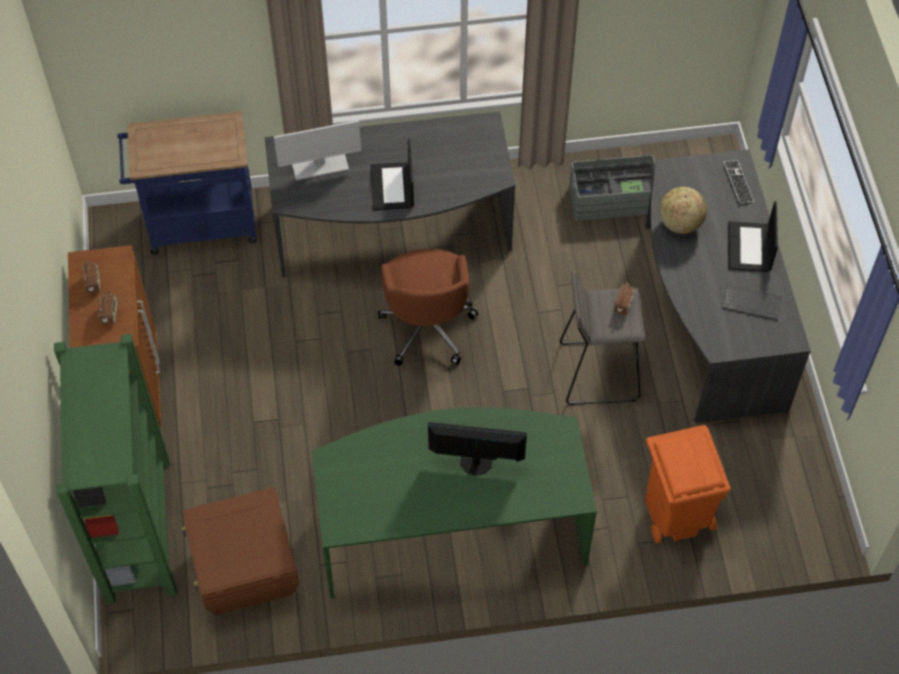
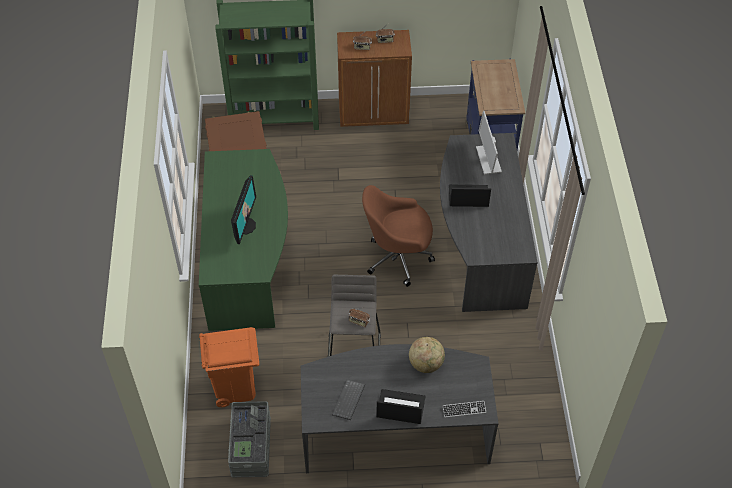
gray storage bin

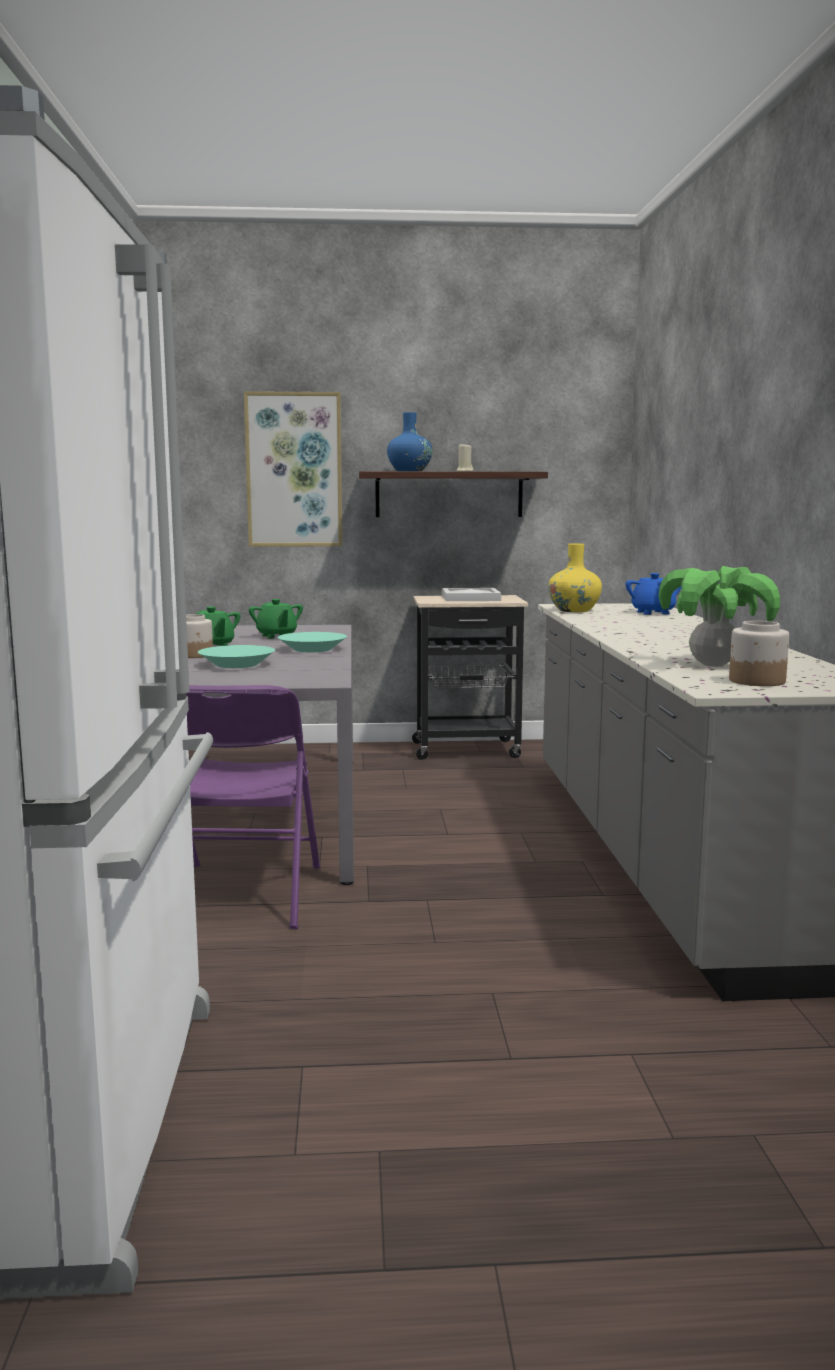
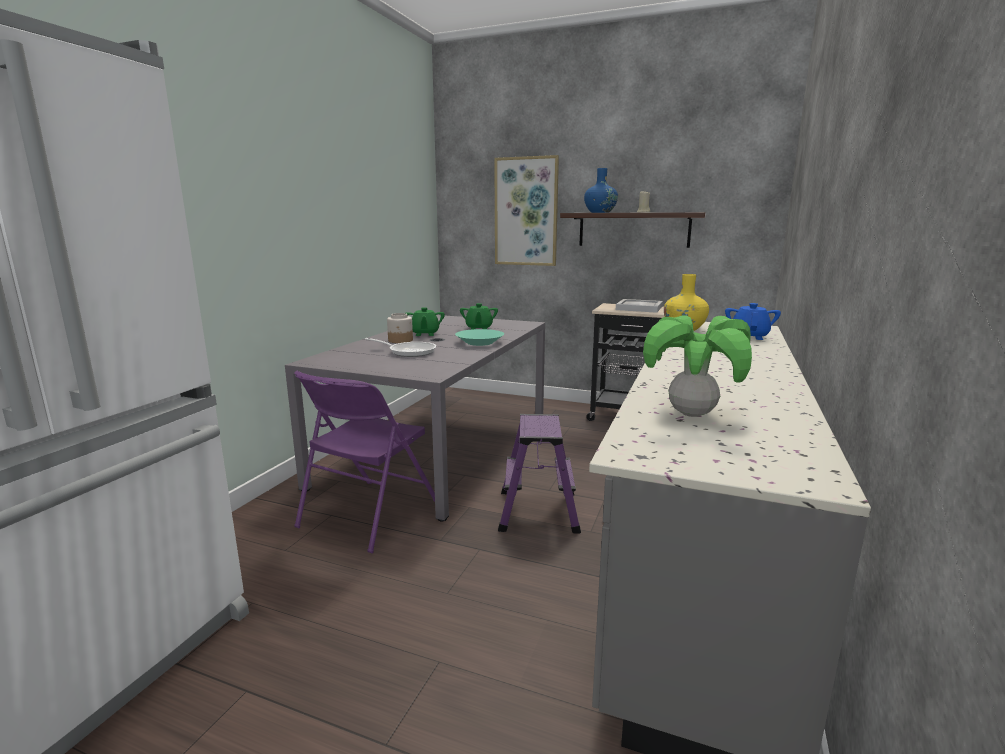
skillet
storage jar (2nd from left in the first image)
purple stepladder

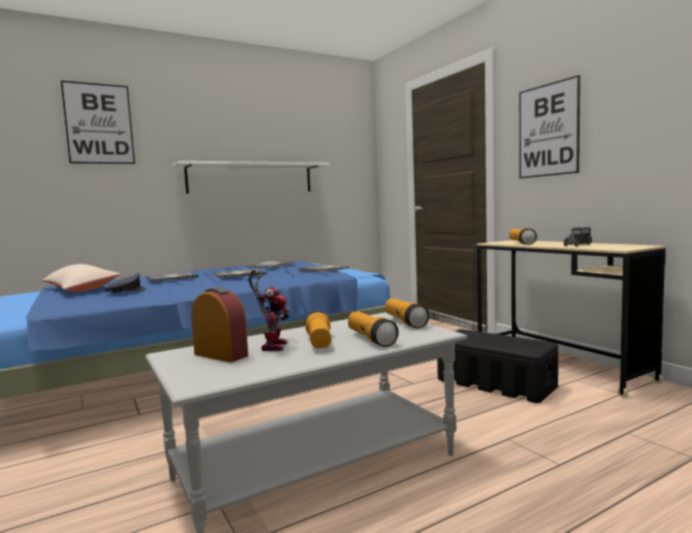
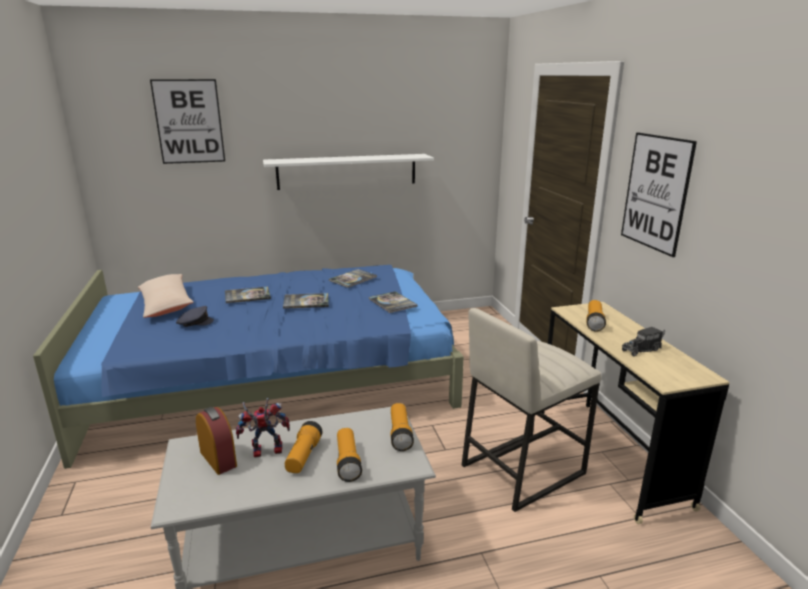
robot figure
beige stool

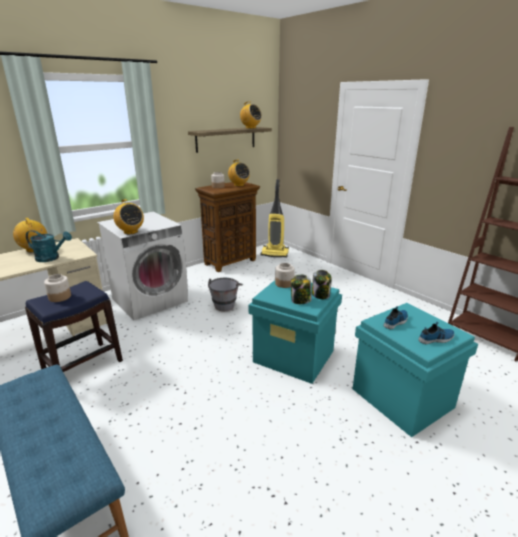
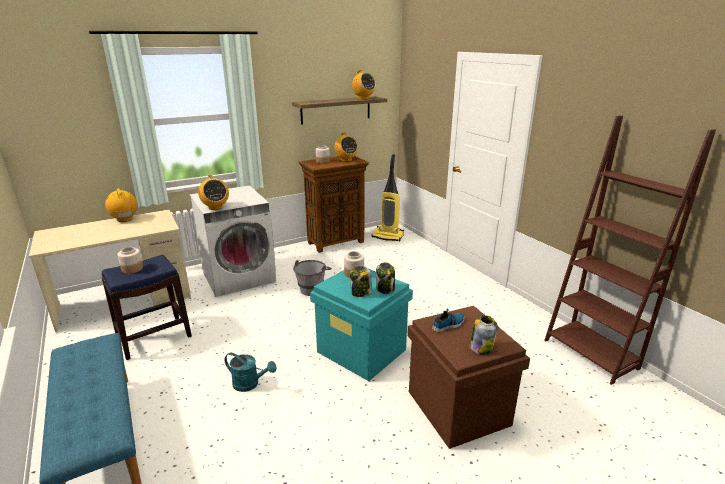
turquoise watering pot
brown storage bin
storage jar (6th from left)

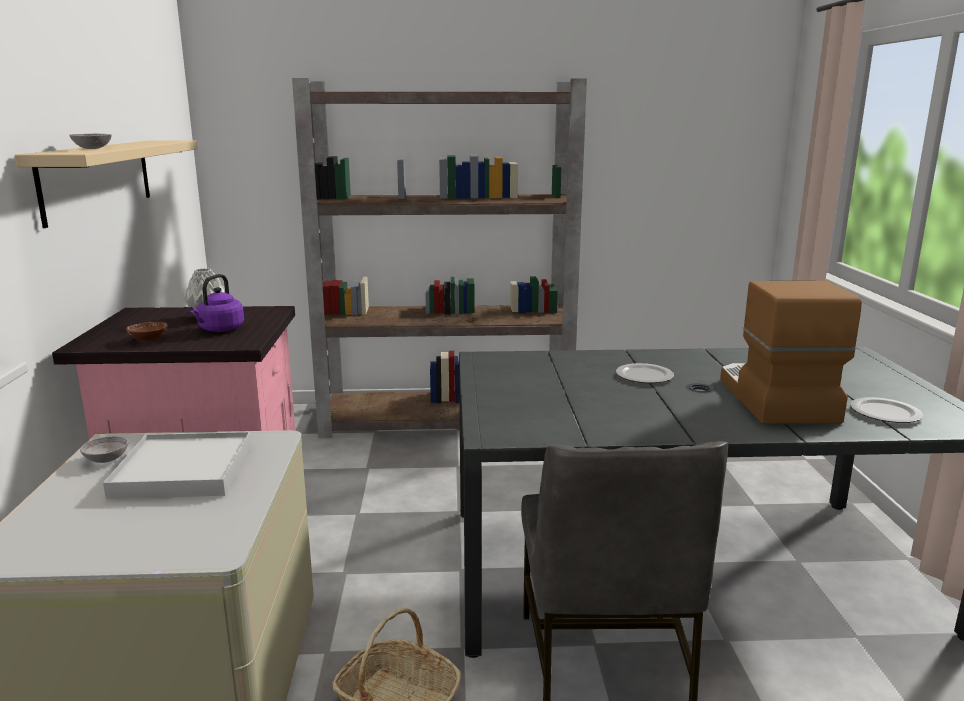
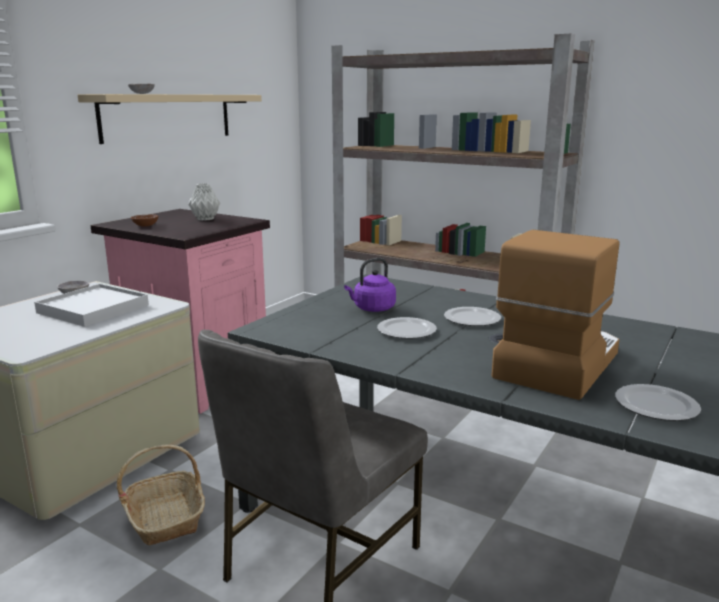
purple tea kettle
dinner plate (1st from left)

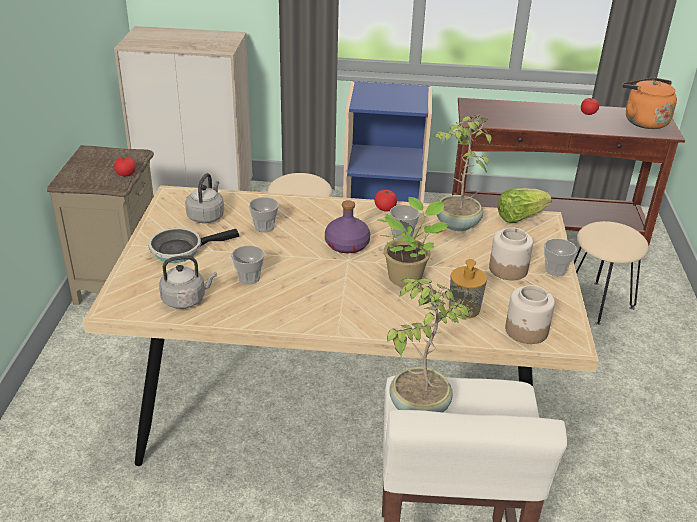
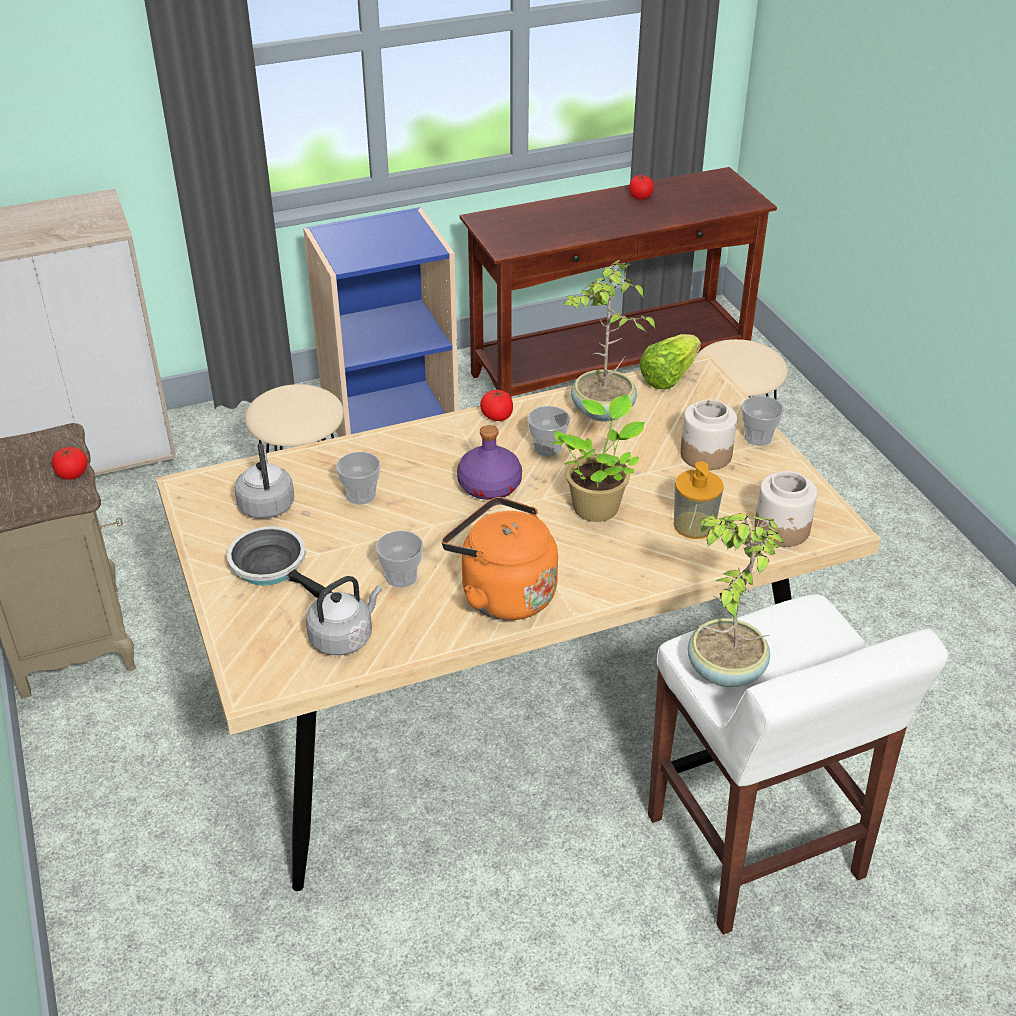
skillet
orange-coloured tea kettle

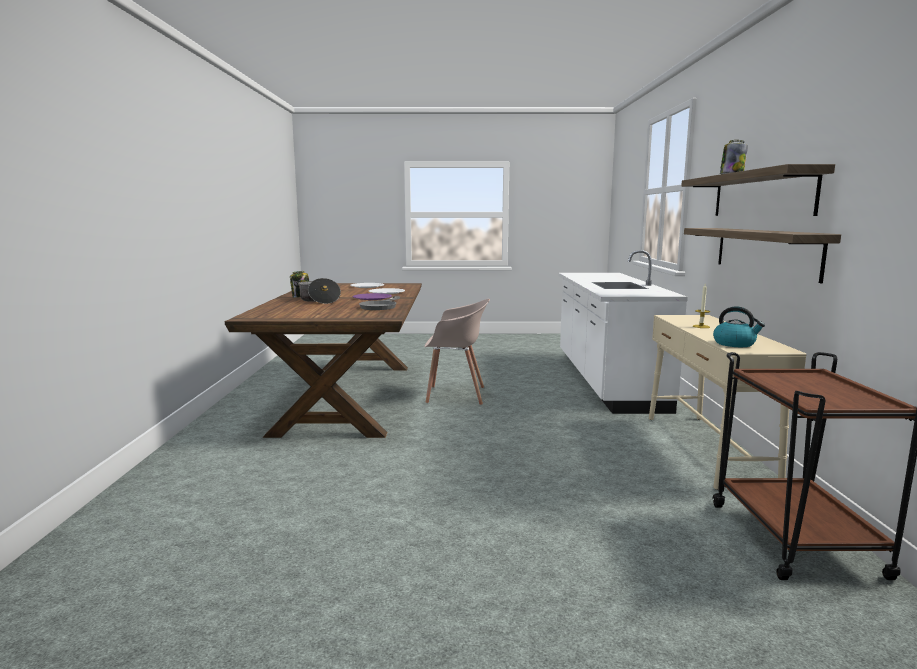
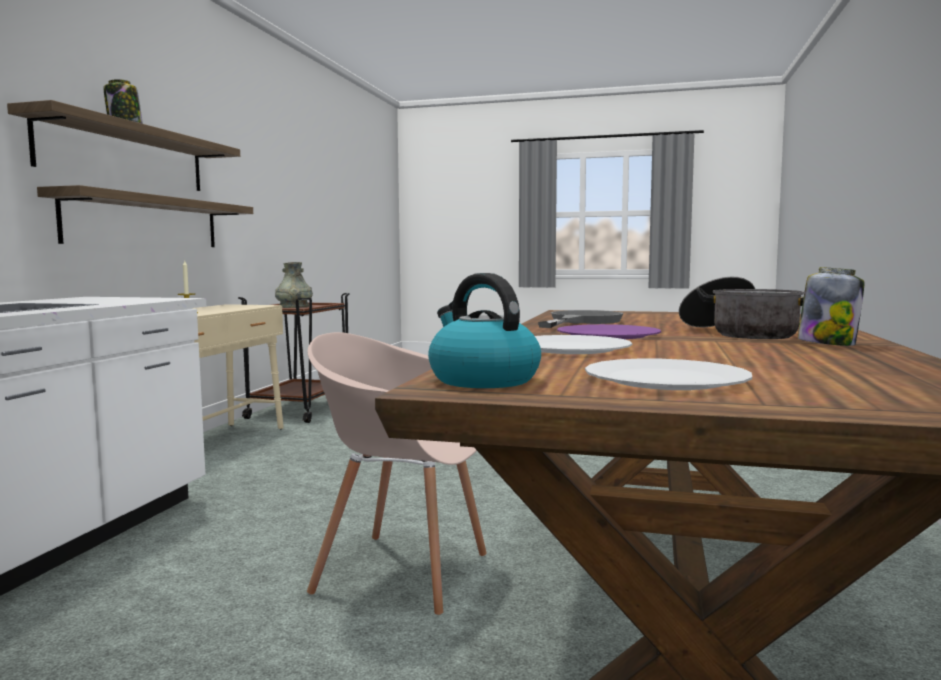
tea kettle
gray flower vase

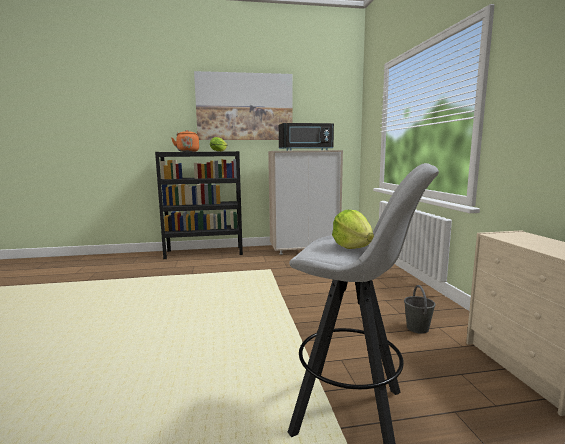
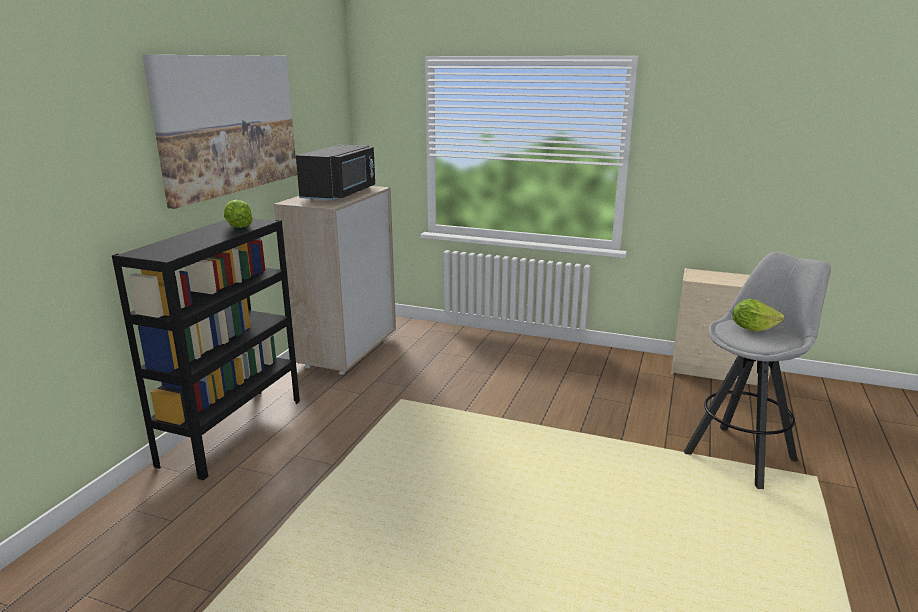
orange-coloured tea kettle
gray water bucket

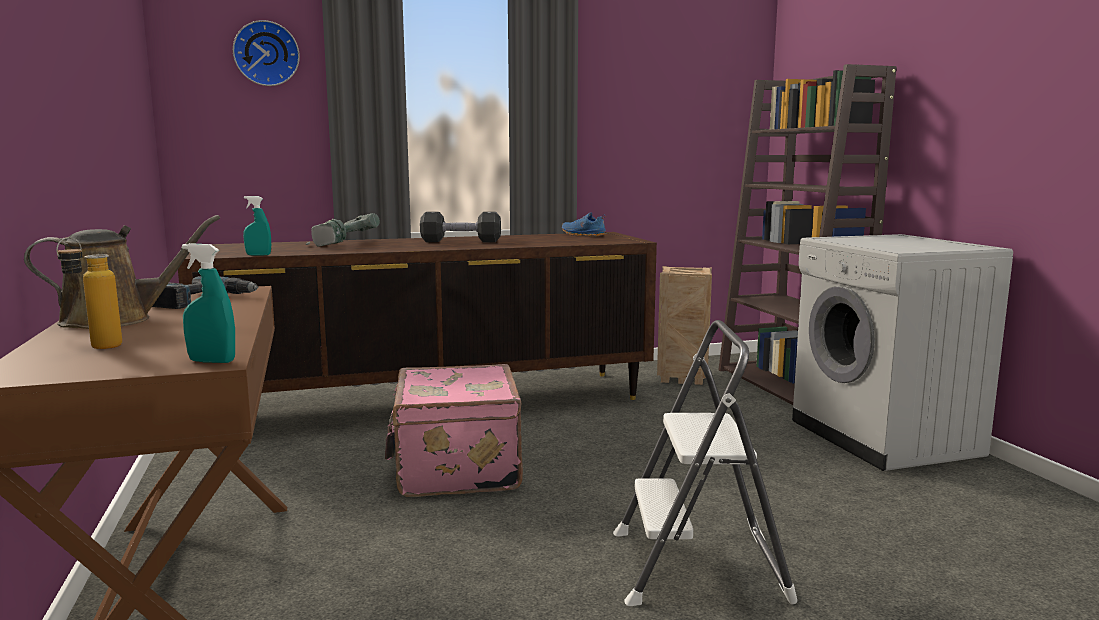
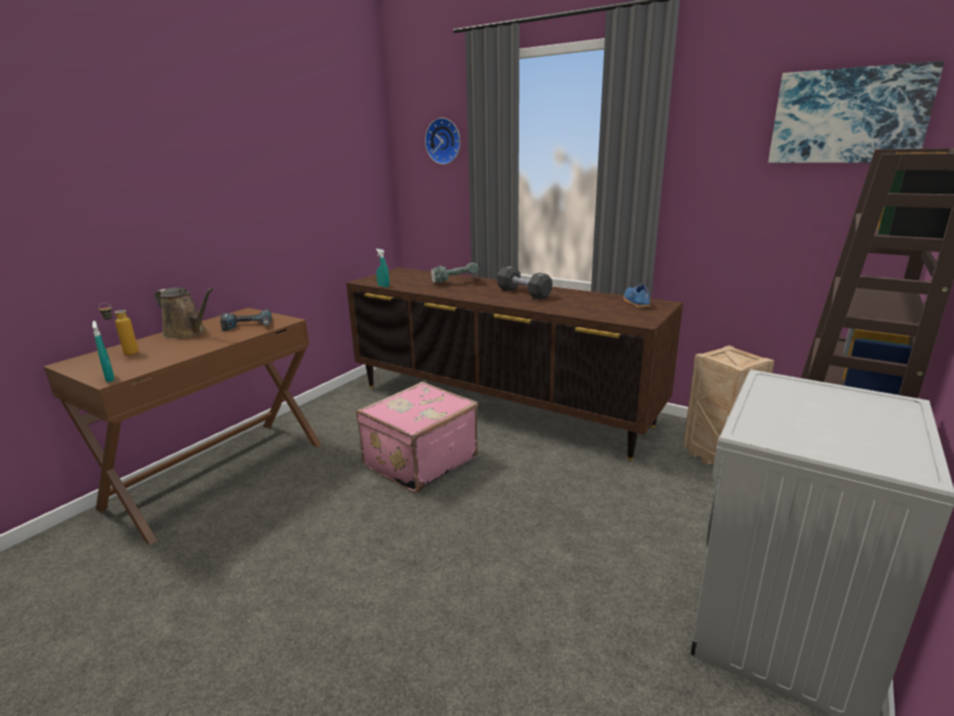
white stepladder
wall art

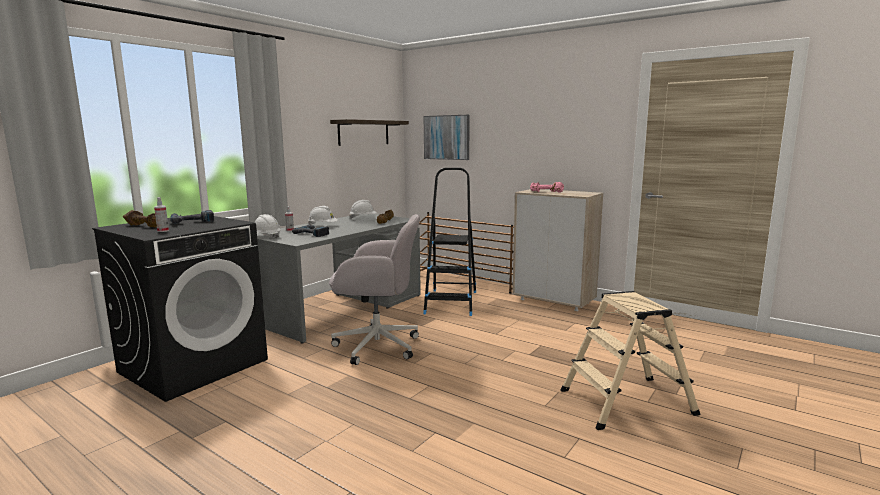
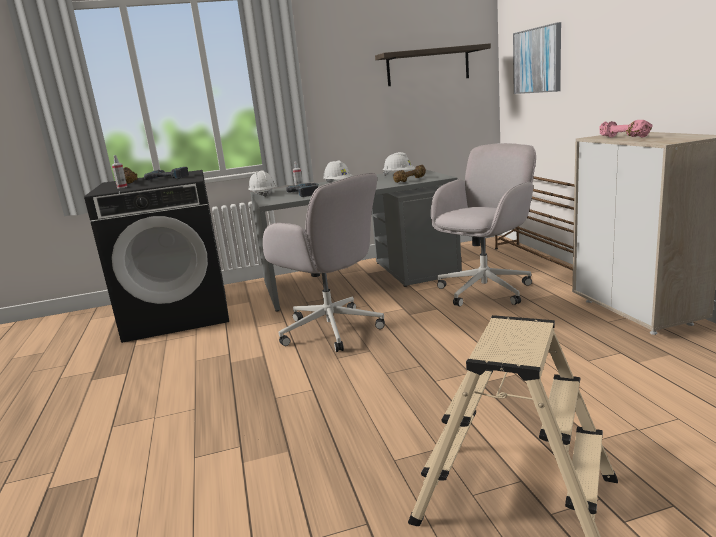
gray office chair (2nd from left)

